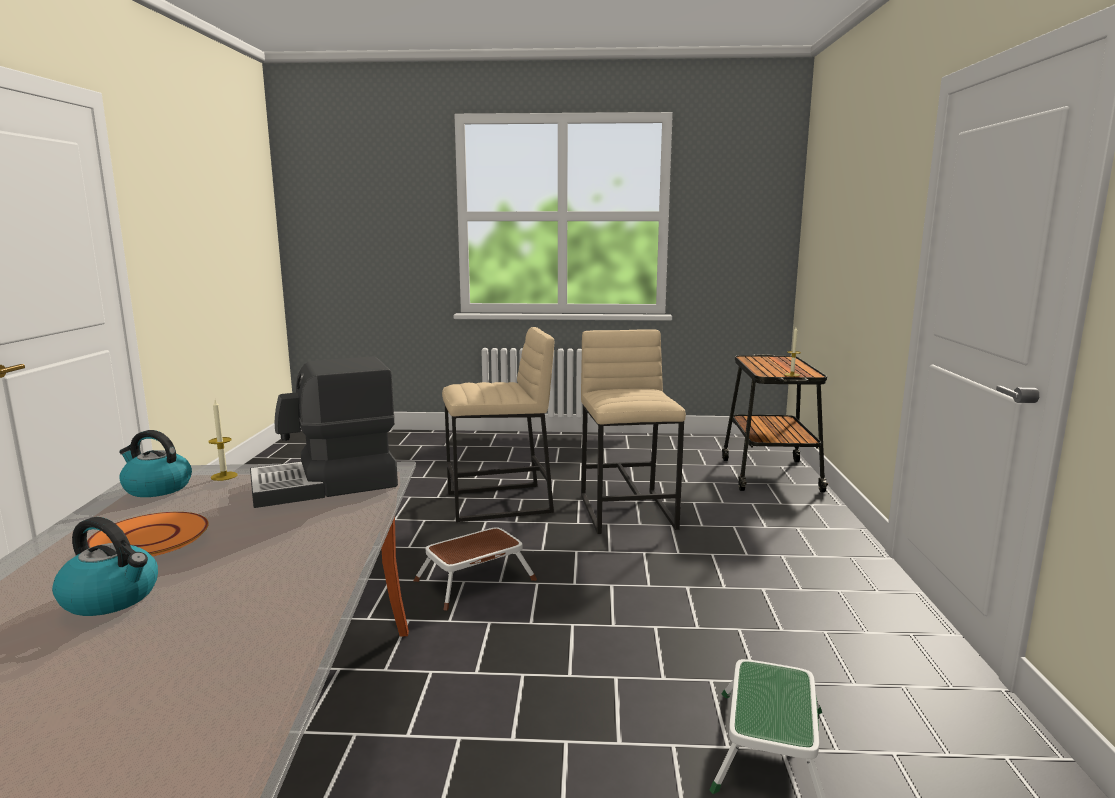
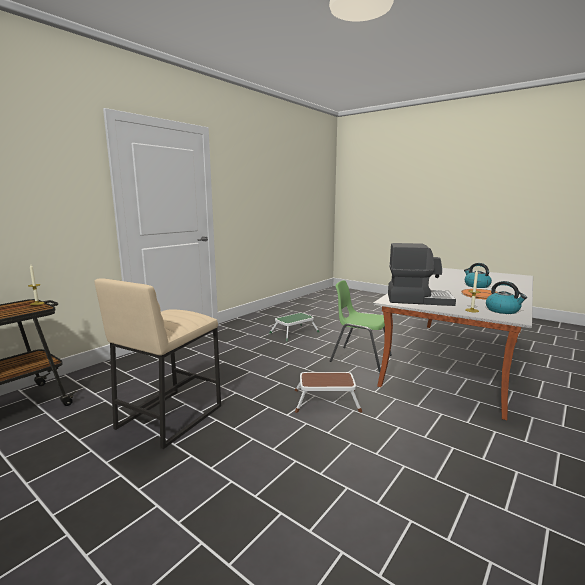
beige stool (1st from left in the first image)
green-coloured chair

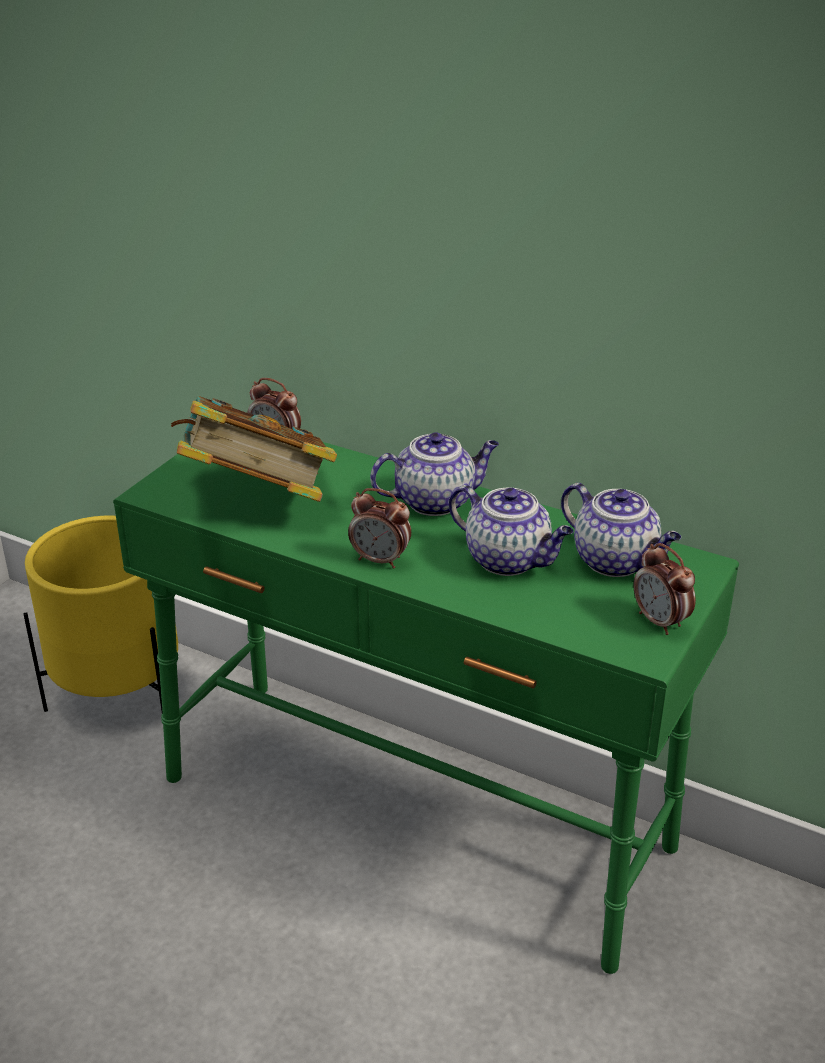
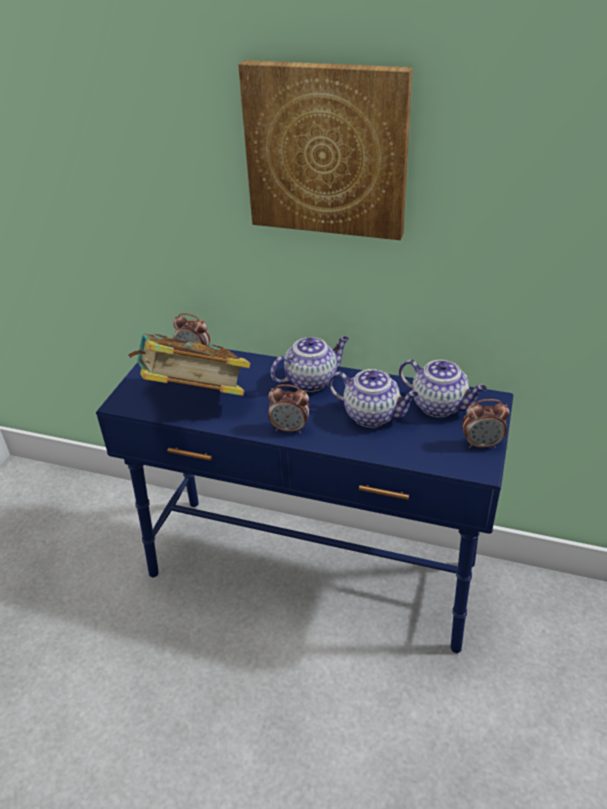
yellow-coloured planter
blue-coloured narrow table
table clock (3rd from left)
wall art

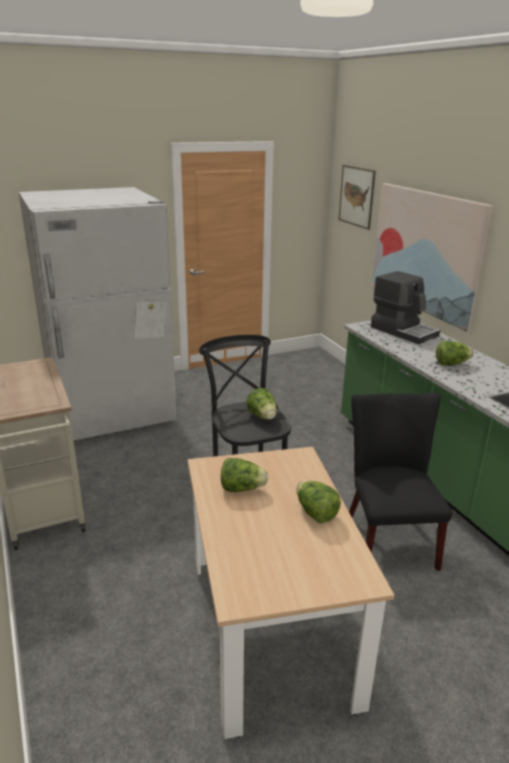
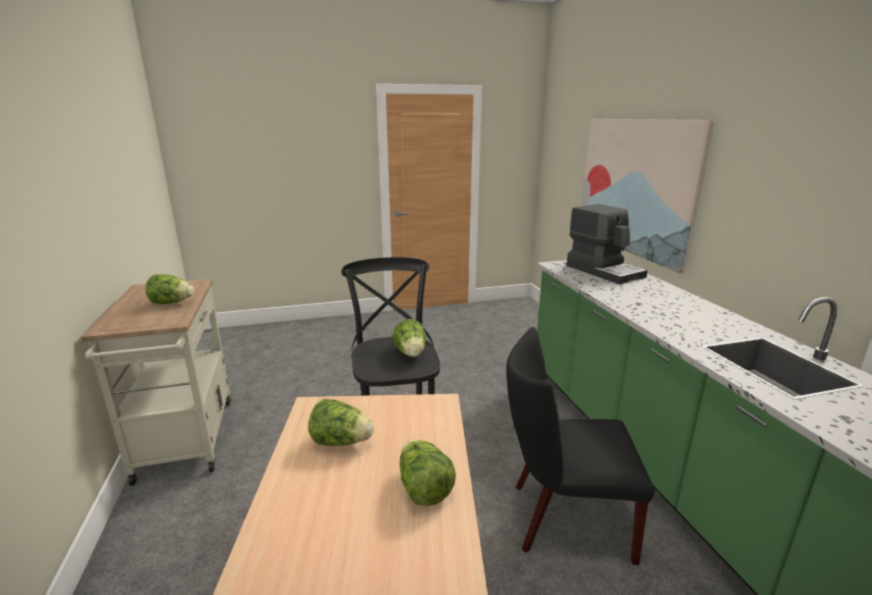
white refrigerator
wall art (1st from left in the first image)
black chair
lettuce head (1st from left)

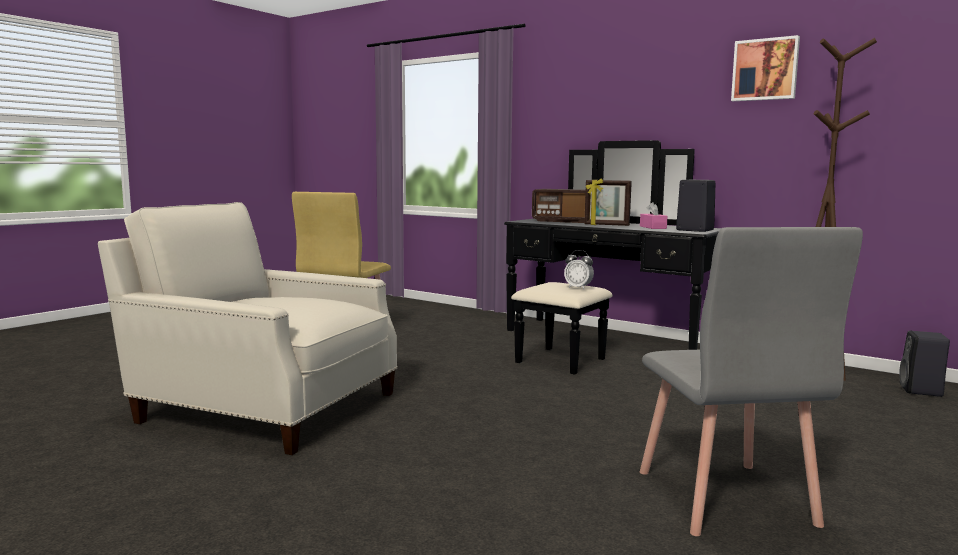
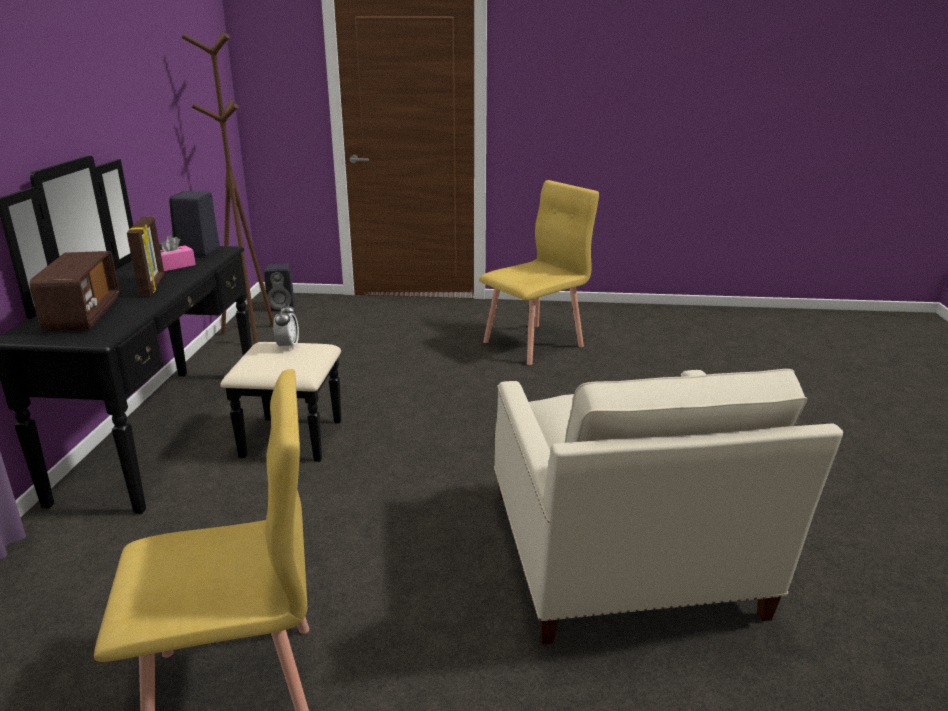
yellow-coloured chair (2nd from left)
wall art

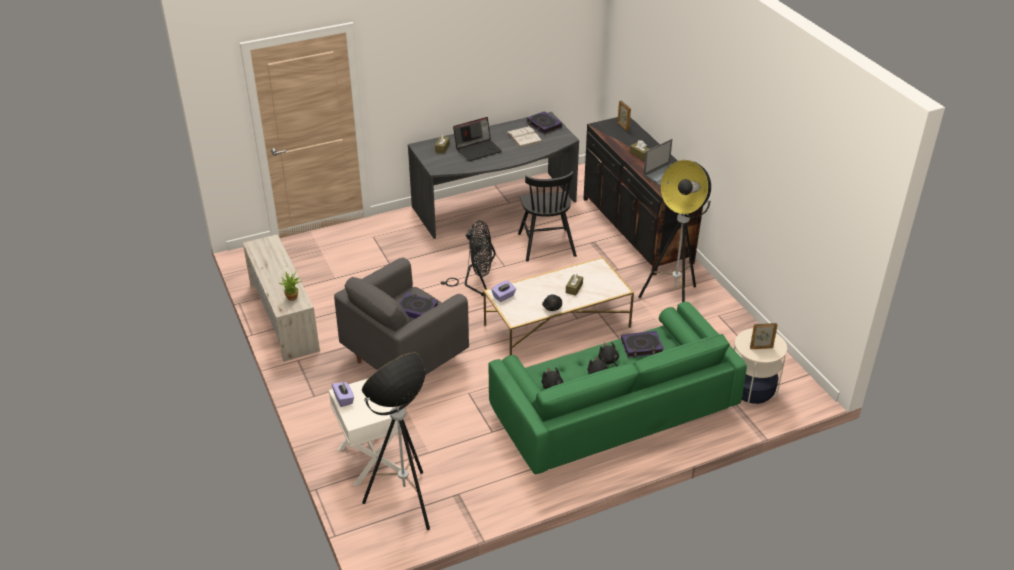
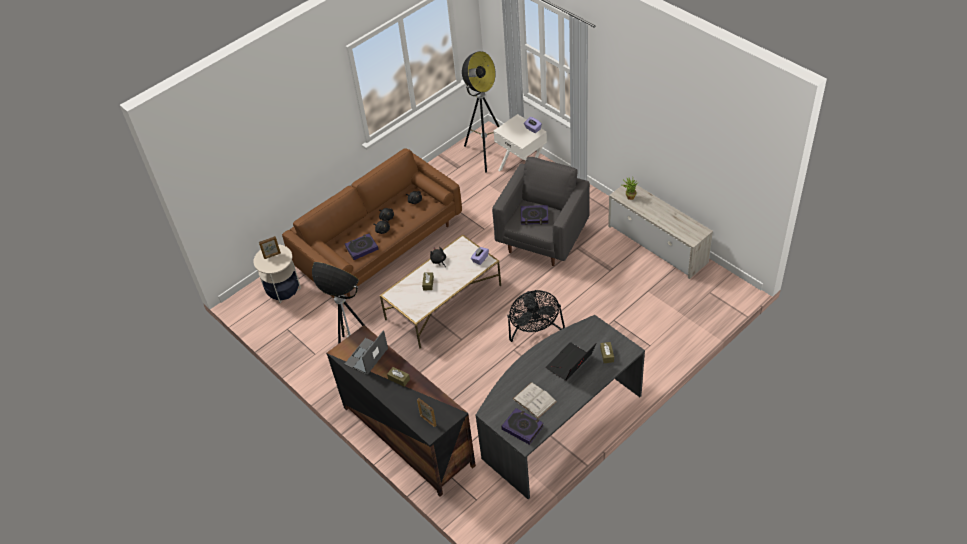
black electric fan
brown settee
black chair

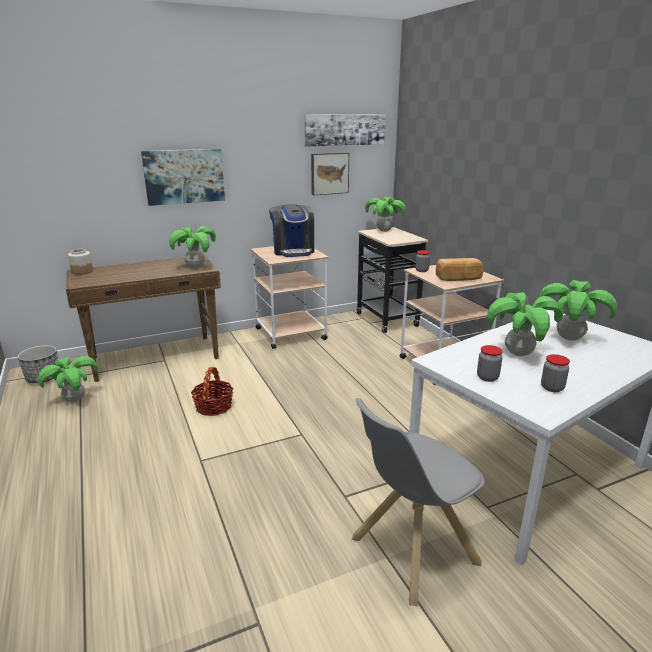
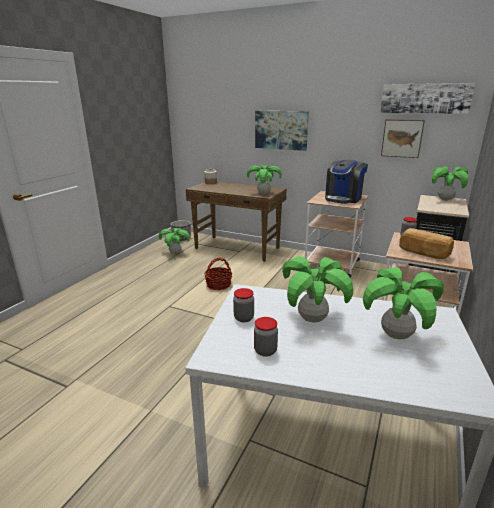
gray chair

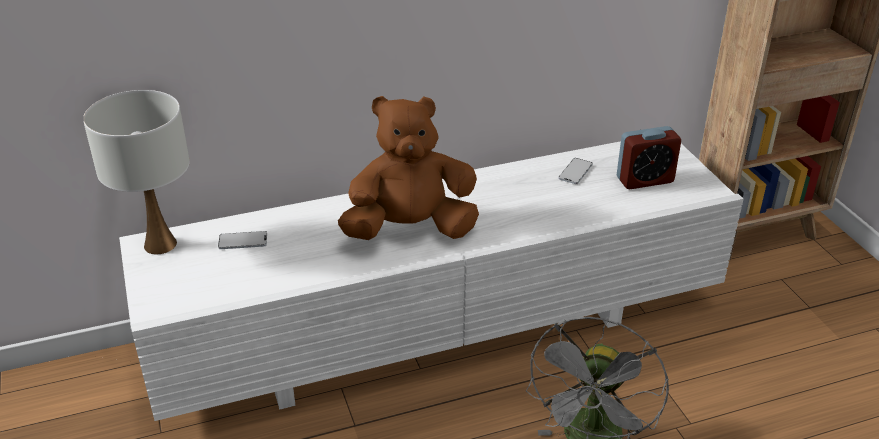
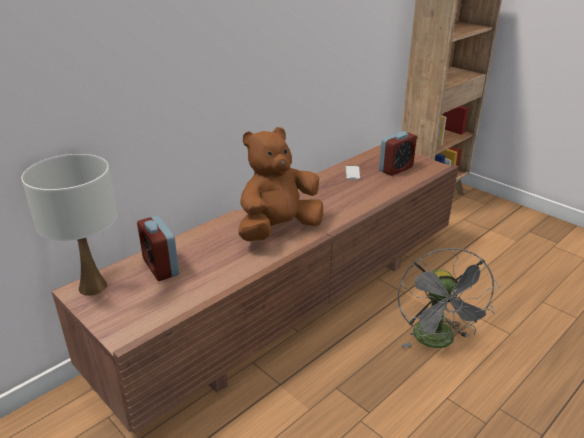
brown tv stand
table clock (1st from left)

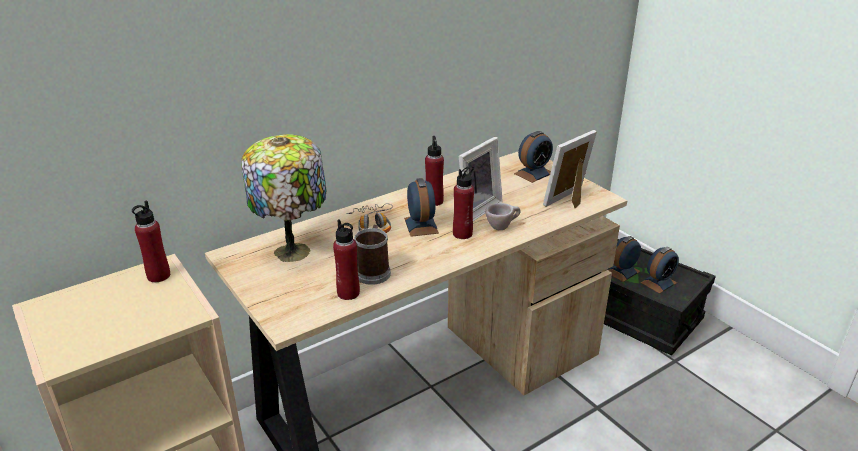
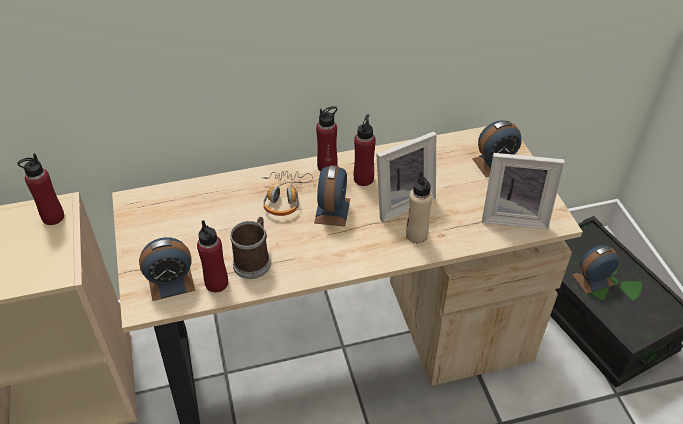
table lamp
red-coloured drink bottle (3rd from left)
beige drink bottle
standing frame (2nd from left)
table clock (1st from left)

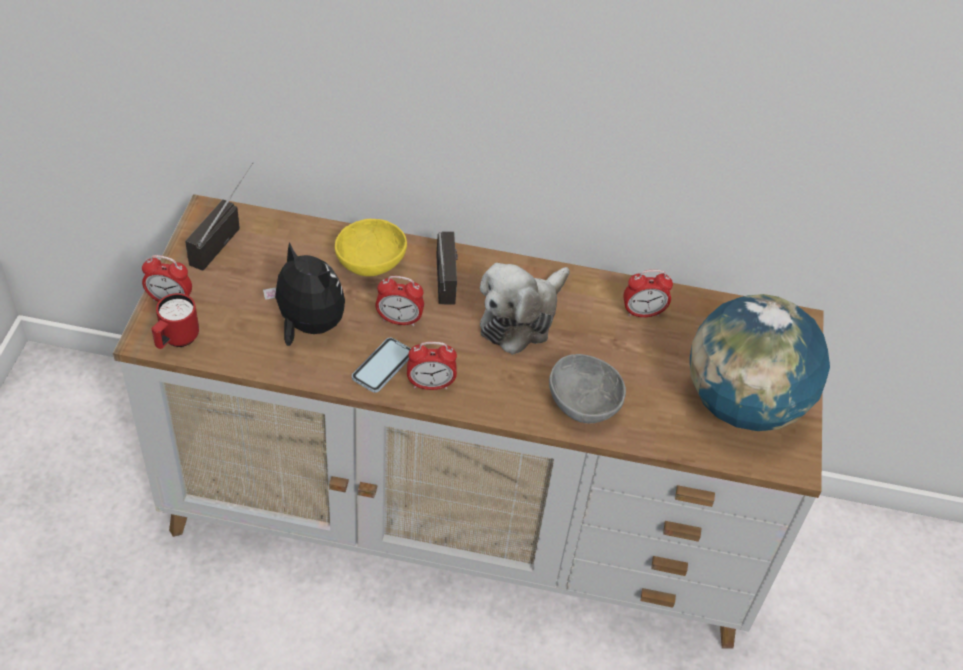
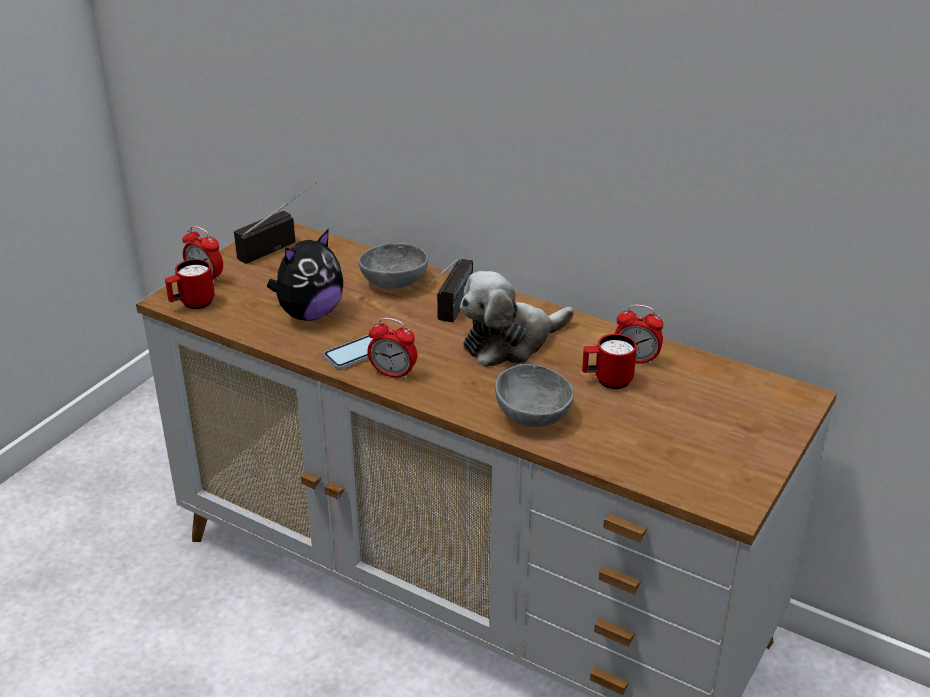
soft toy (1st from left)
gray serving bowl (1st from left)
table clock (2nd from left in the first image)
world globe
red-coloured tea mug (2nd from left)

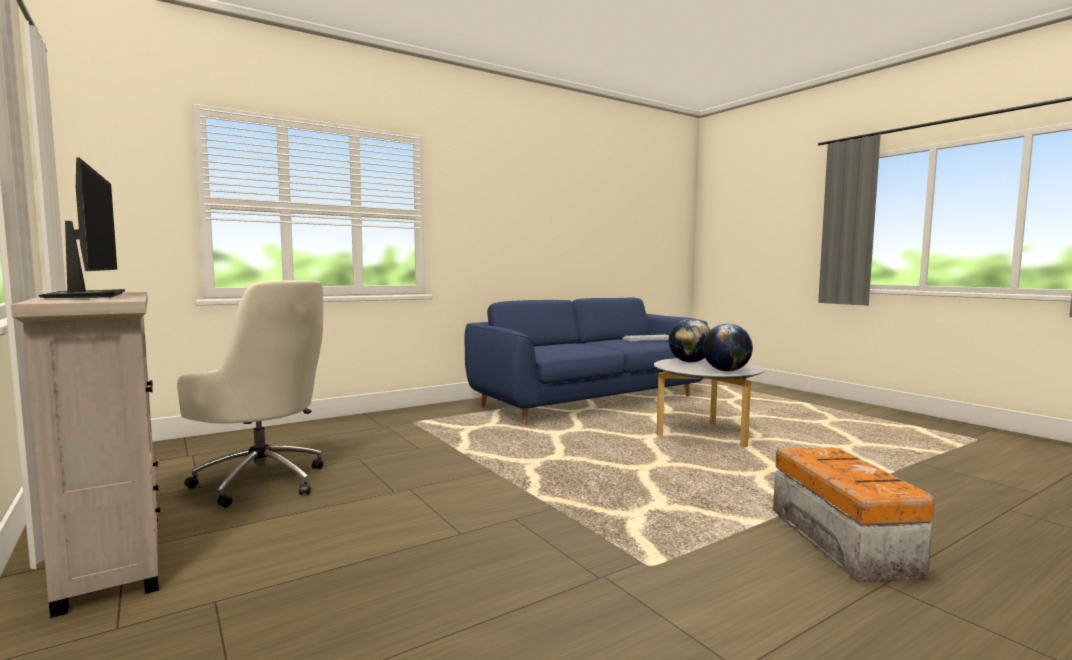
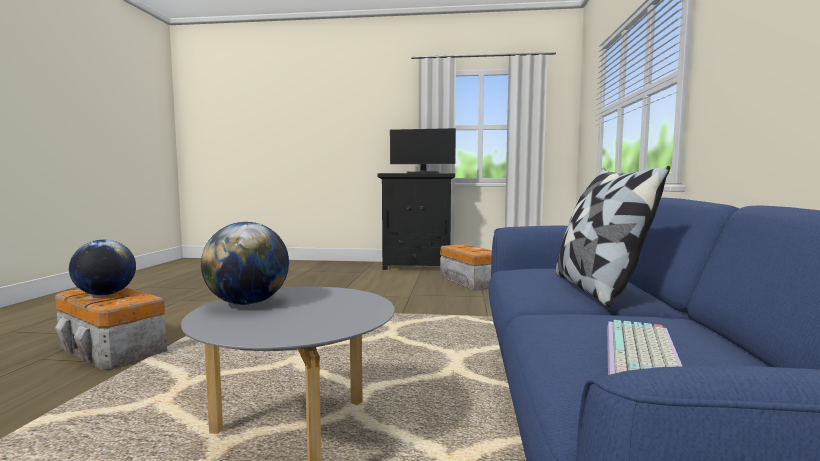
black cupboard
storage bin (2nd from left)
world globe (1st from left)
throw pillow

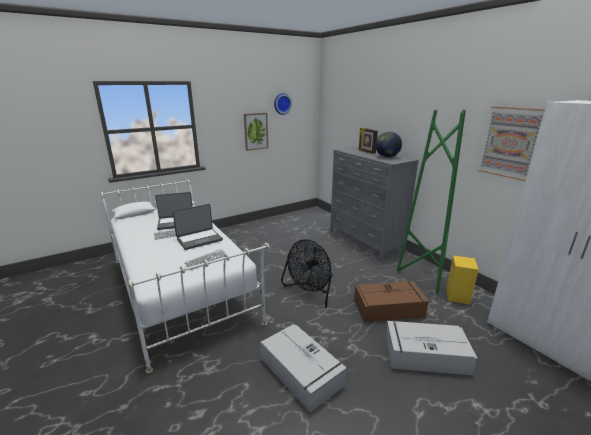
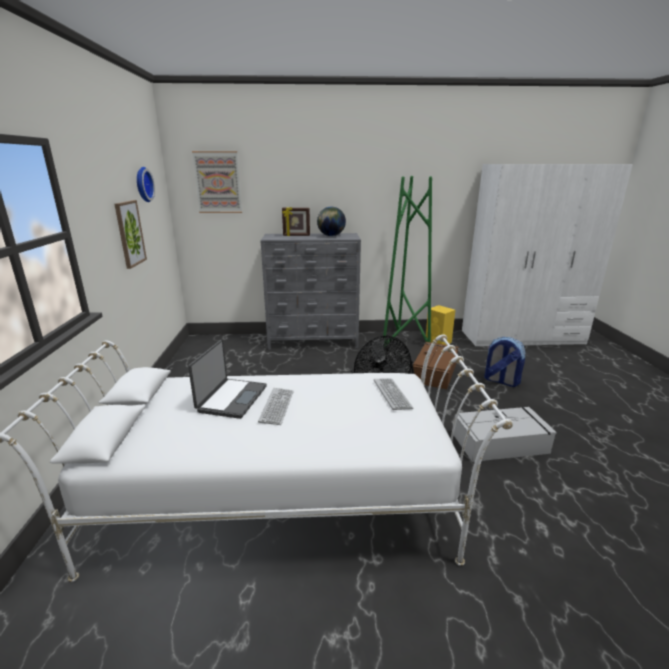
laptop (2nd from left in the first image)
knapsack
wall art (2nd from left)

